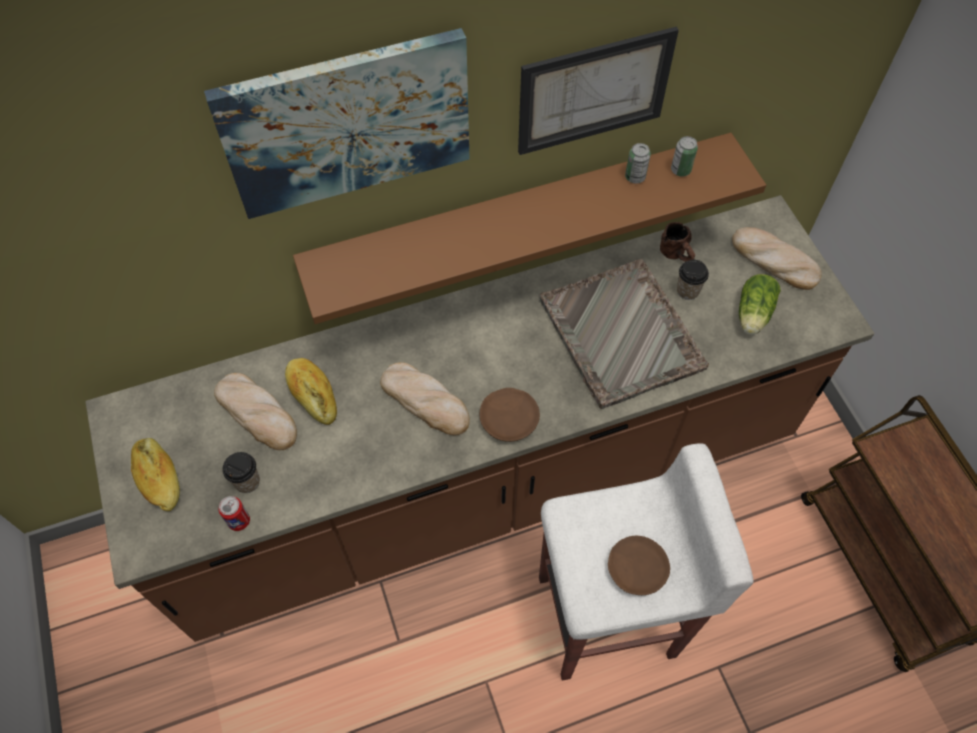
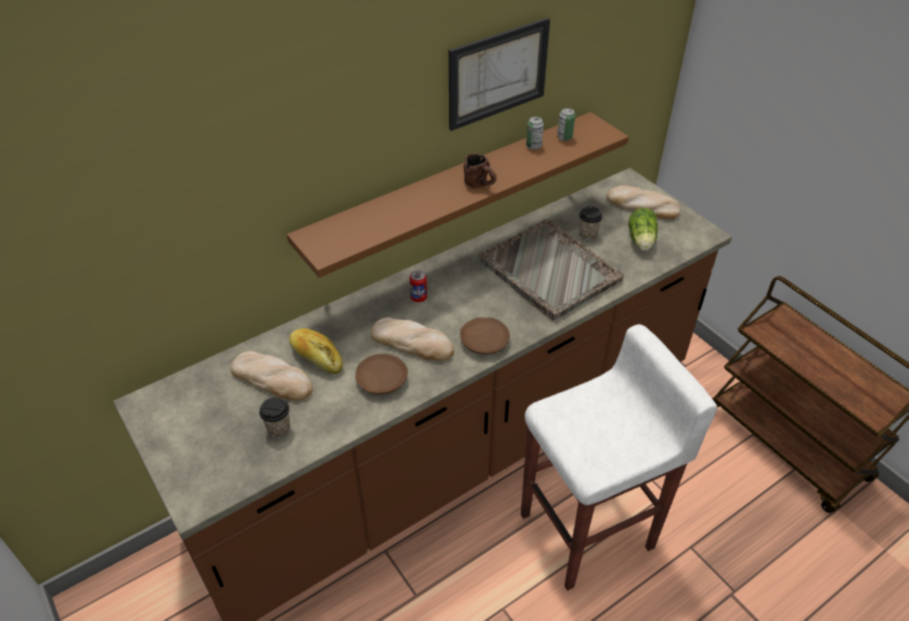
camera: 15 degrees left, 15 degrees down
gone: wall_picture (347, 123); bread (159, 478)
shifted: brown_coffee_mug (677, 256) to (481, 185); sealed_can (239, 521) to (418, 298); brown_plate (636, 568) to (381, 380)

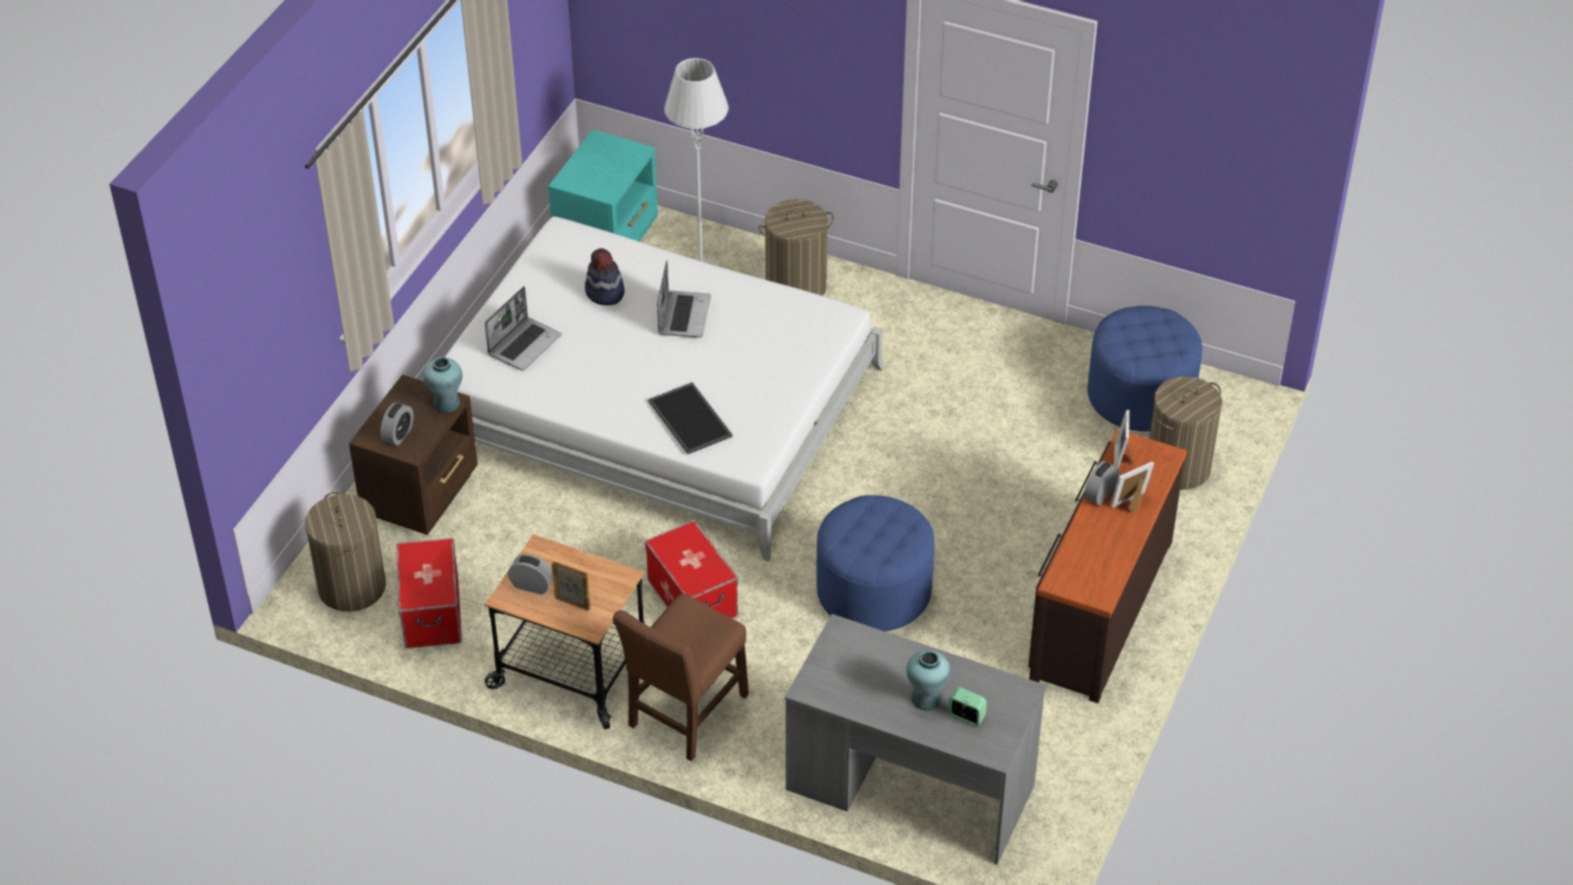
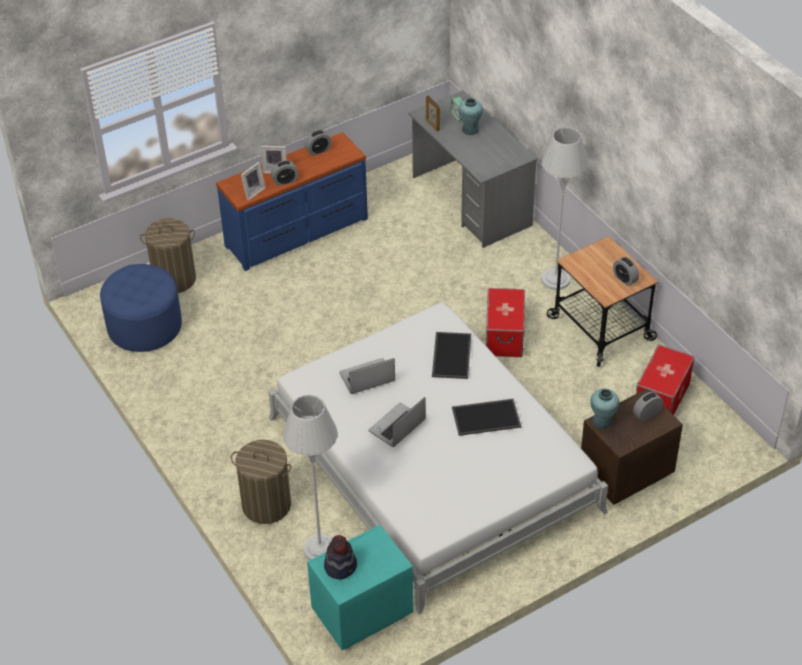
camera: 145 degrees left, 0 degrees up
gone: hamper (352, 587); blue_pouffe (874, 591)
new: table_clock (318, 151); tray (486, 416)
shifted: hat (604, 293) to (341, 566); portable_computer (524, 344) to (366, 378); standing_frame (572, 602) to (432, 125)
swapped: brown_plain_chair (685, 715) to grey_floor_lamp (555, 280)
repainted: brown_dresser (1099, 608) to blue_dresser (297, 233)

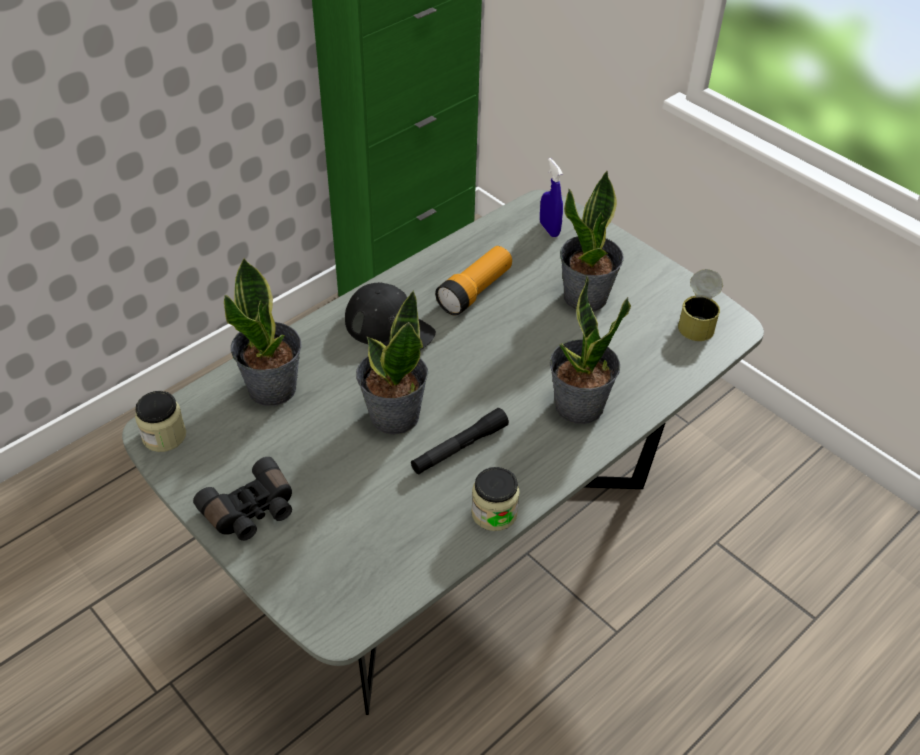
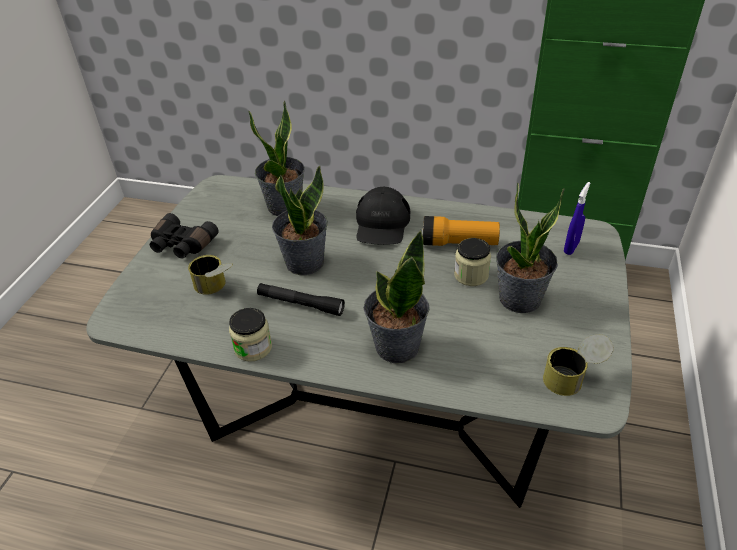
camera: 60 degrees right, 5 degrees down
new: sealed_can (215, 288)
shifted: storage_jar (164, 436) to (471, 275)

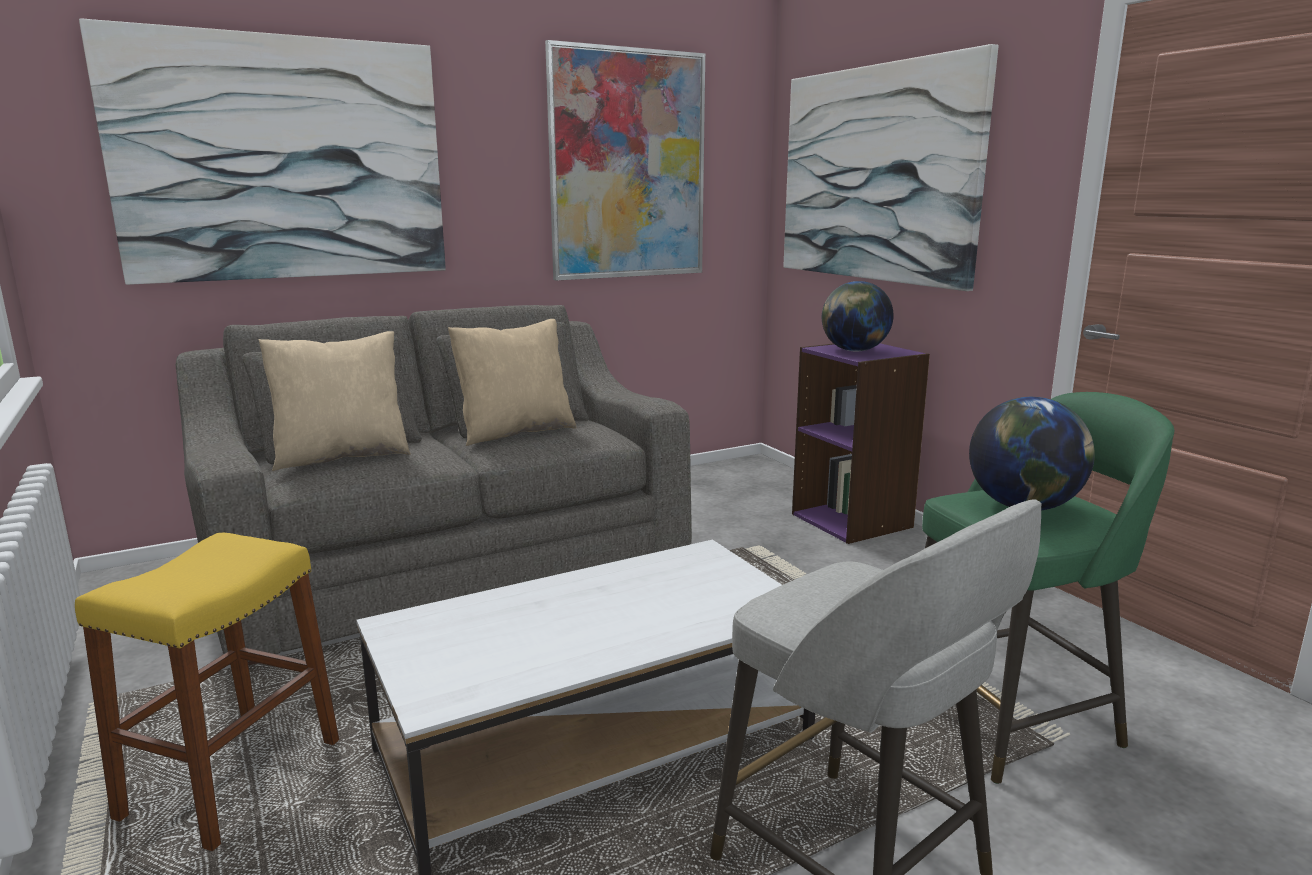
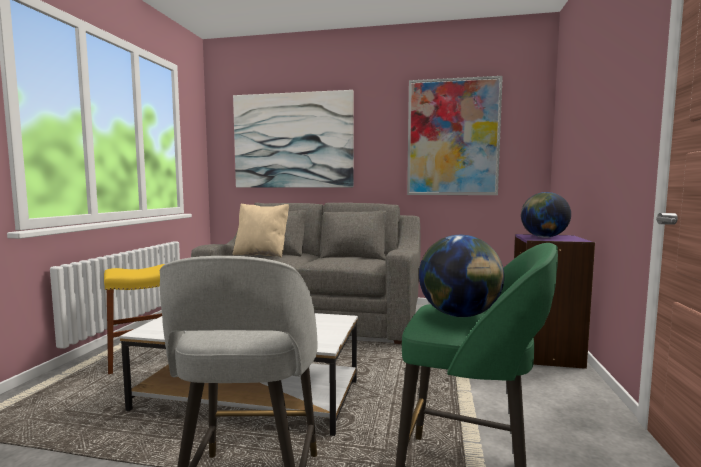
camera: 40 degrees right, 10 degrees down
gone: wall_picture (876, 174); beige-coloured_cushion (515, 432)

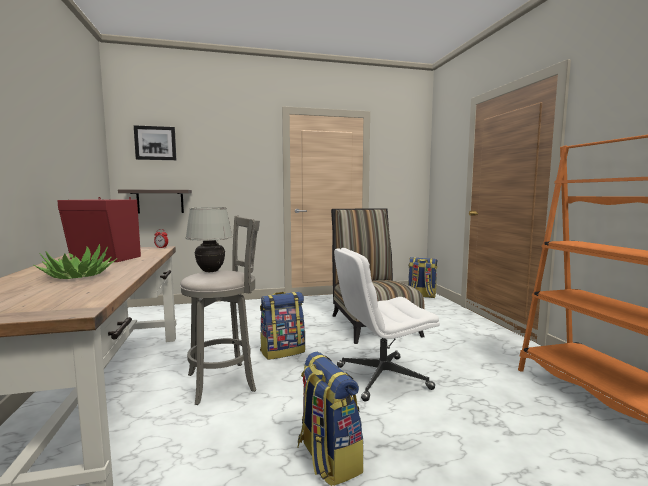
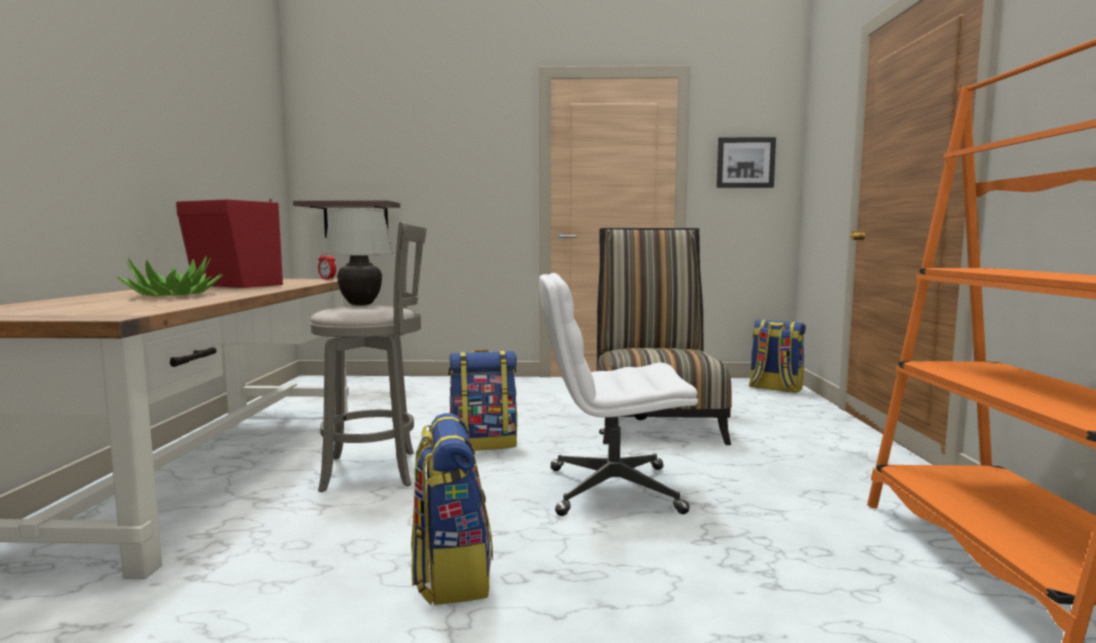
camera: 15 degrees right, 0 degrees up
shifted: wall_picture (155, 143) to (745, 163)

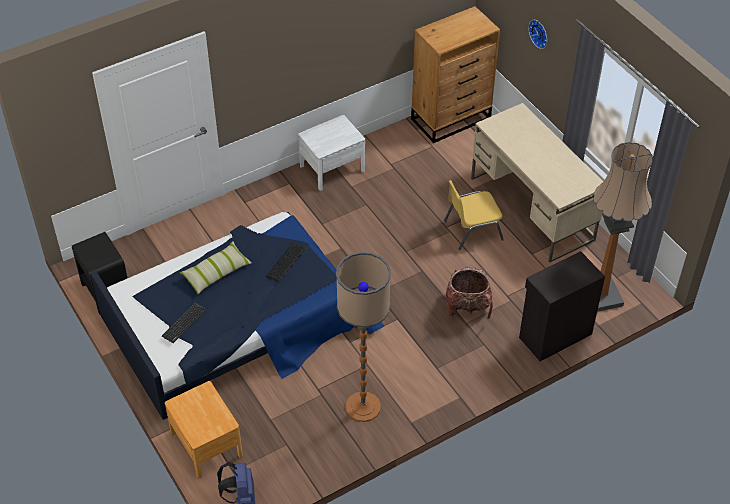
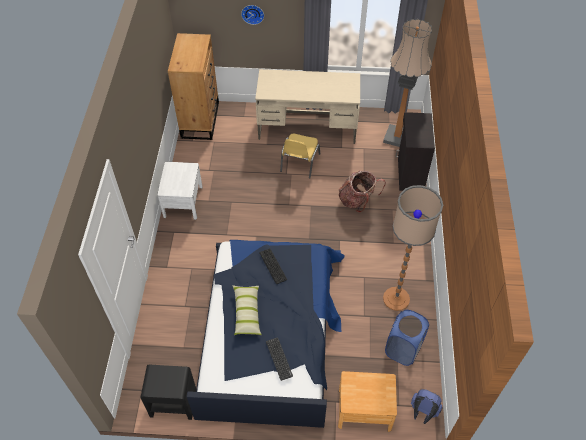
camera: 55 degrees left, 5 degrees up
new: blue_hamper (403, 349)

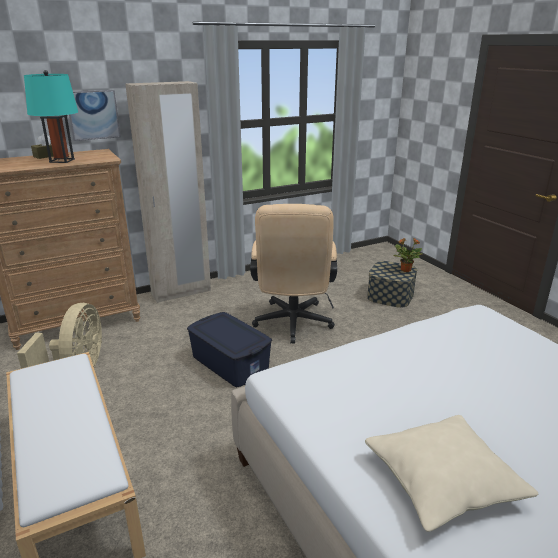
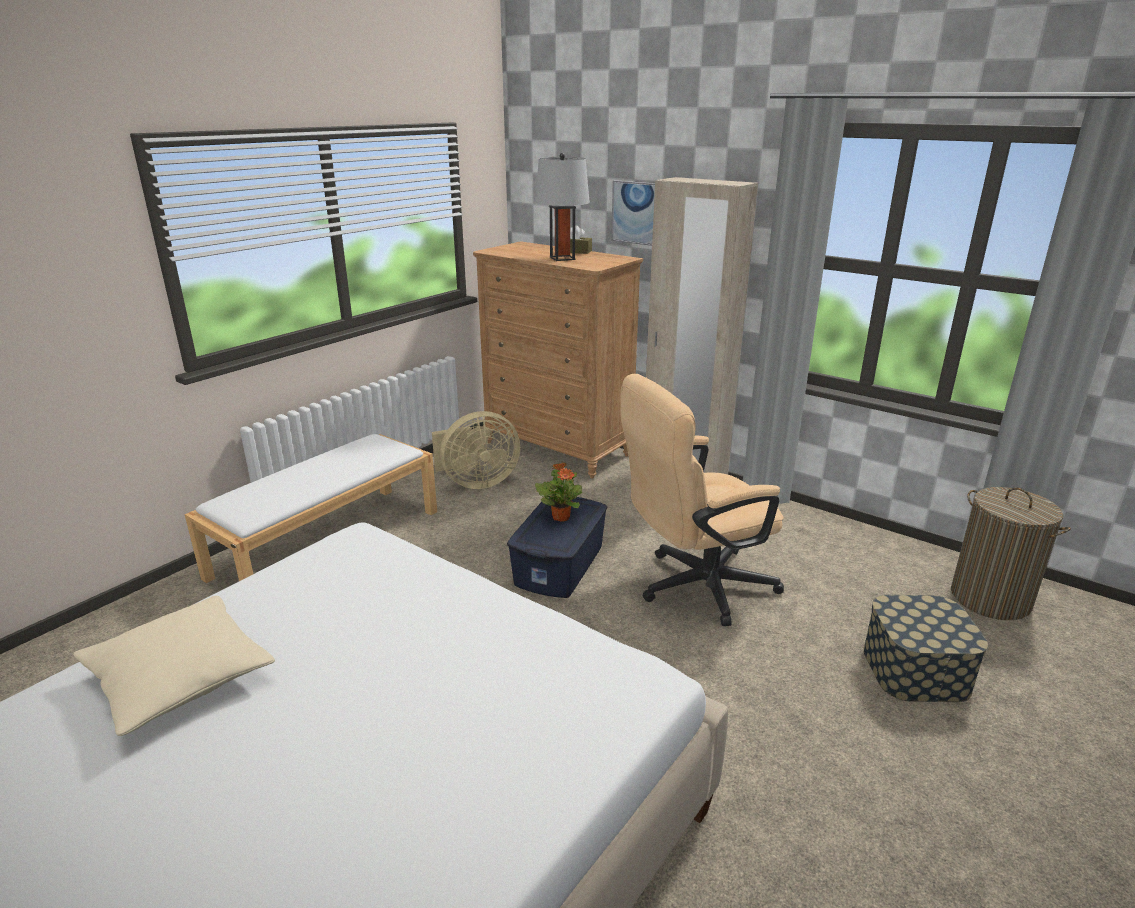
camera: 65 degrees right, 0 degrees up
new: hamper (990, 598)
shifted: plant_in_a_pot (405, 270) to (561, 517)
repainted: turquoise-coloured_tabletop_lamp (62, 161) to grey_tabletop_lamp (562, 258)

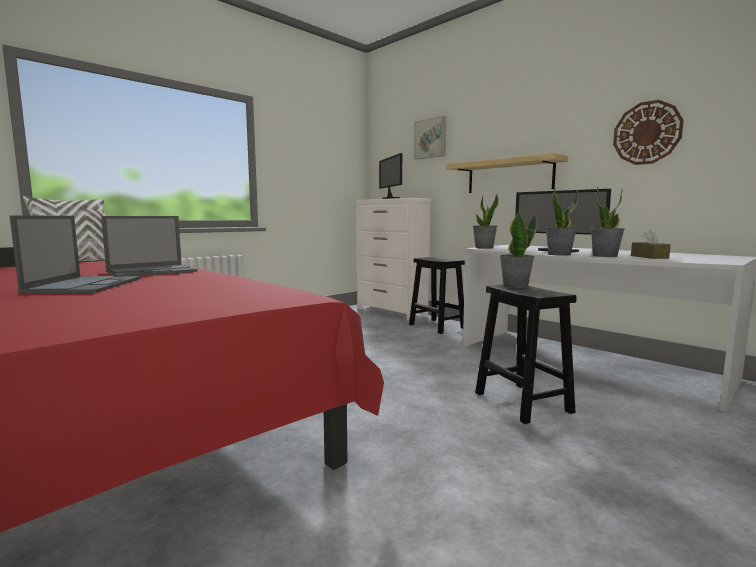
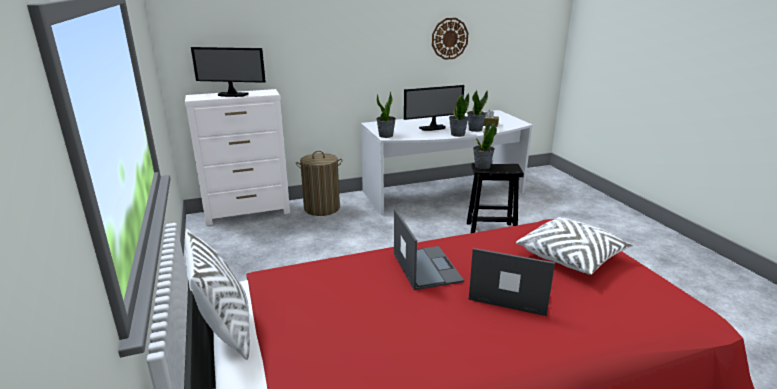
camera: 65 degrees left, 15 degrees up
gone: wall_picture (431, 138); wall_shelf (509, 176)
new: white-coloured_cushion (571, 257)
swapped: black_stool (437, 326) to hamper (322, 208)

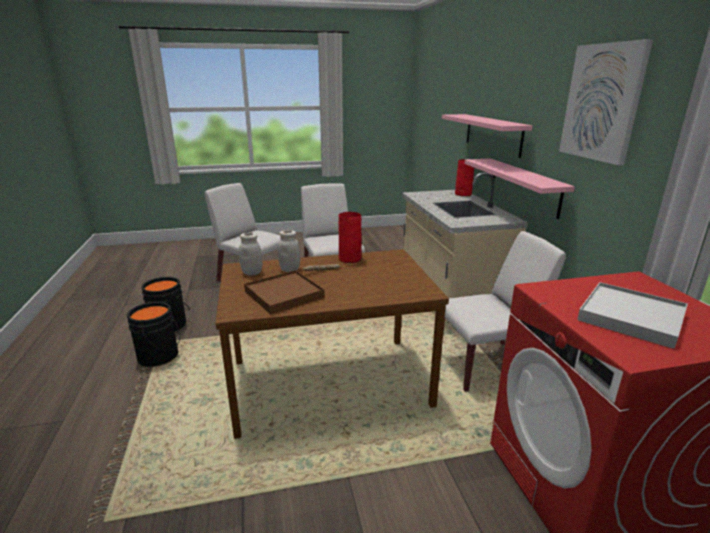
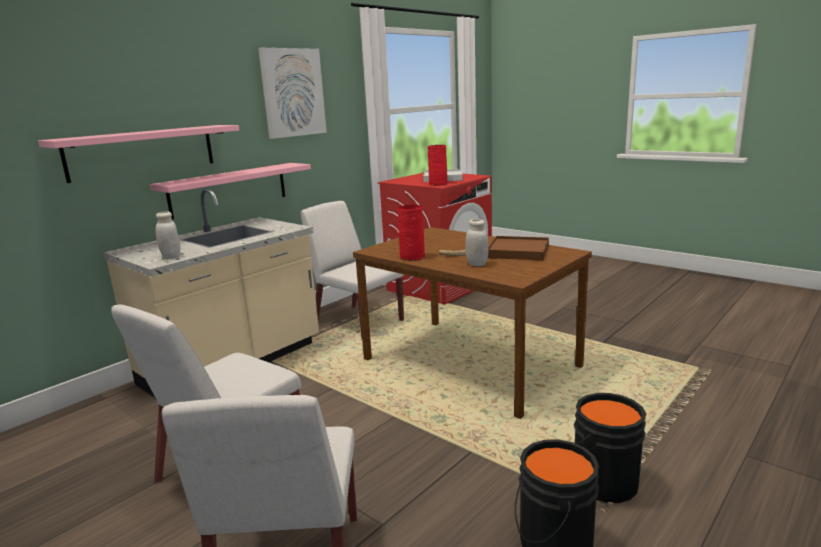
camera: 125 degrees left, 5 degrees down
shifted: red_decorative_vase (462, 194) to (438, 184); white-coloured_storage_jar (252, 273) to (171, 257)

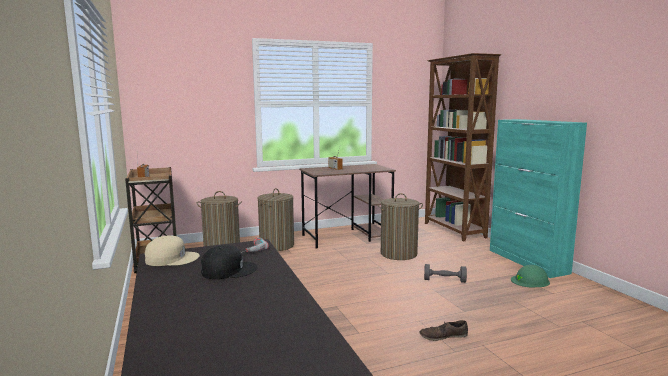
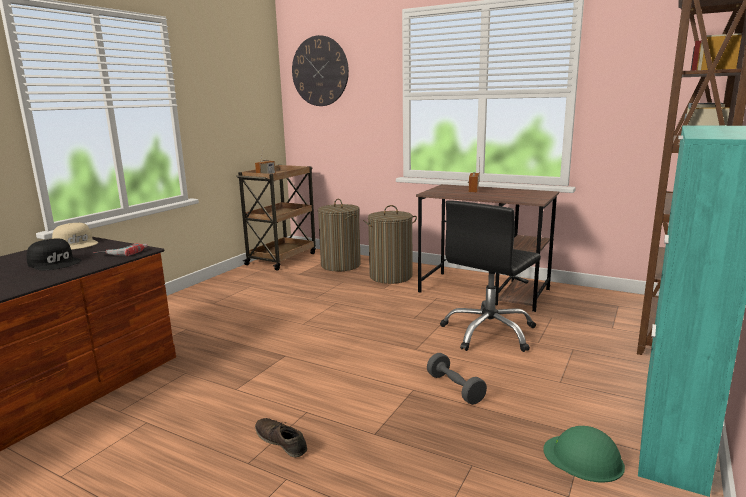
camera: 50 degrees right, 5 degrees up
new: wall_clock (320, 71)
swapped: hamper (398, 254) to black_office_chair (489, 333)

